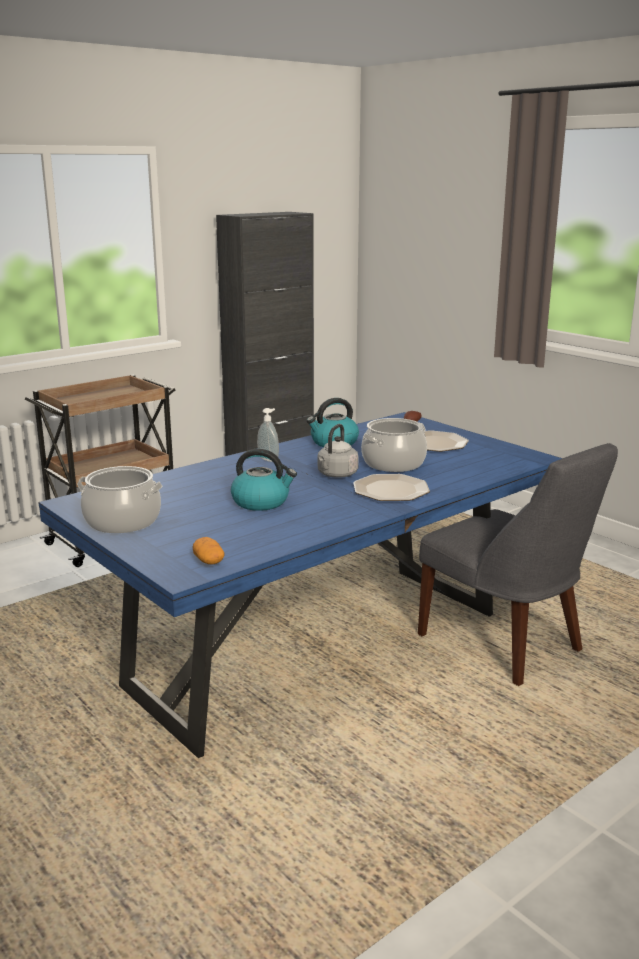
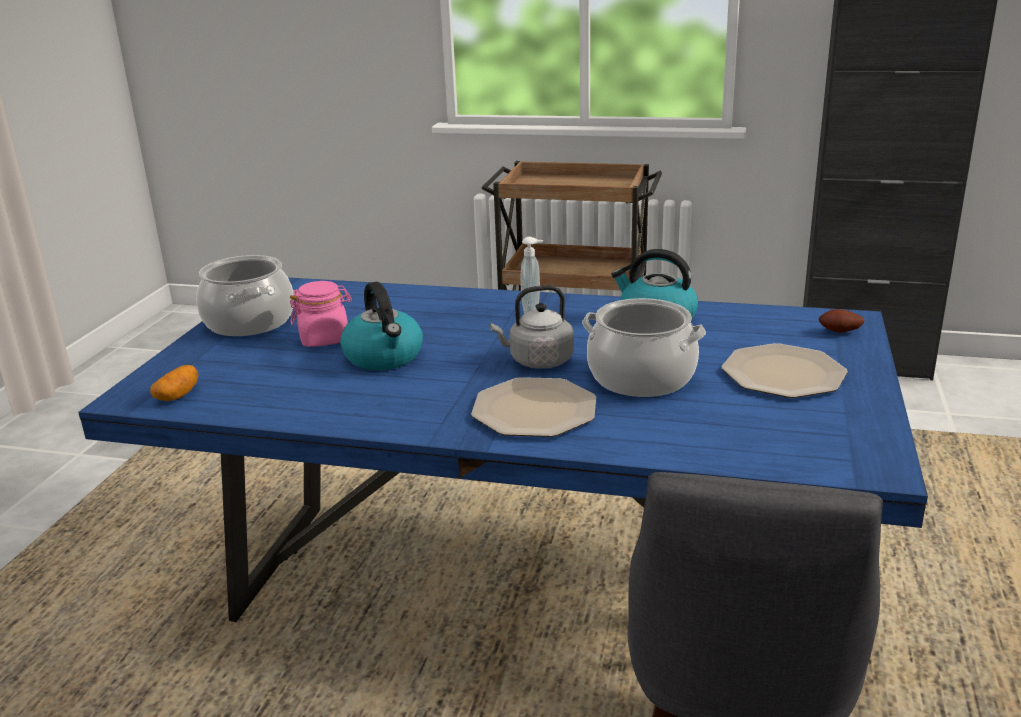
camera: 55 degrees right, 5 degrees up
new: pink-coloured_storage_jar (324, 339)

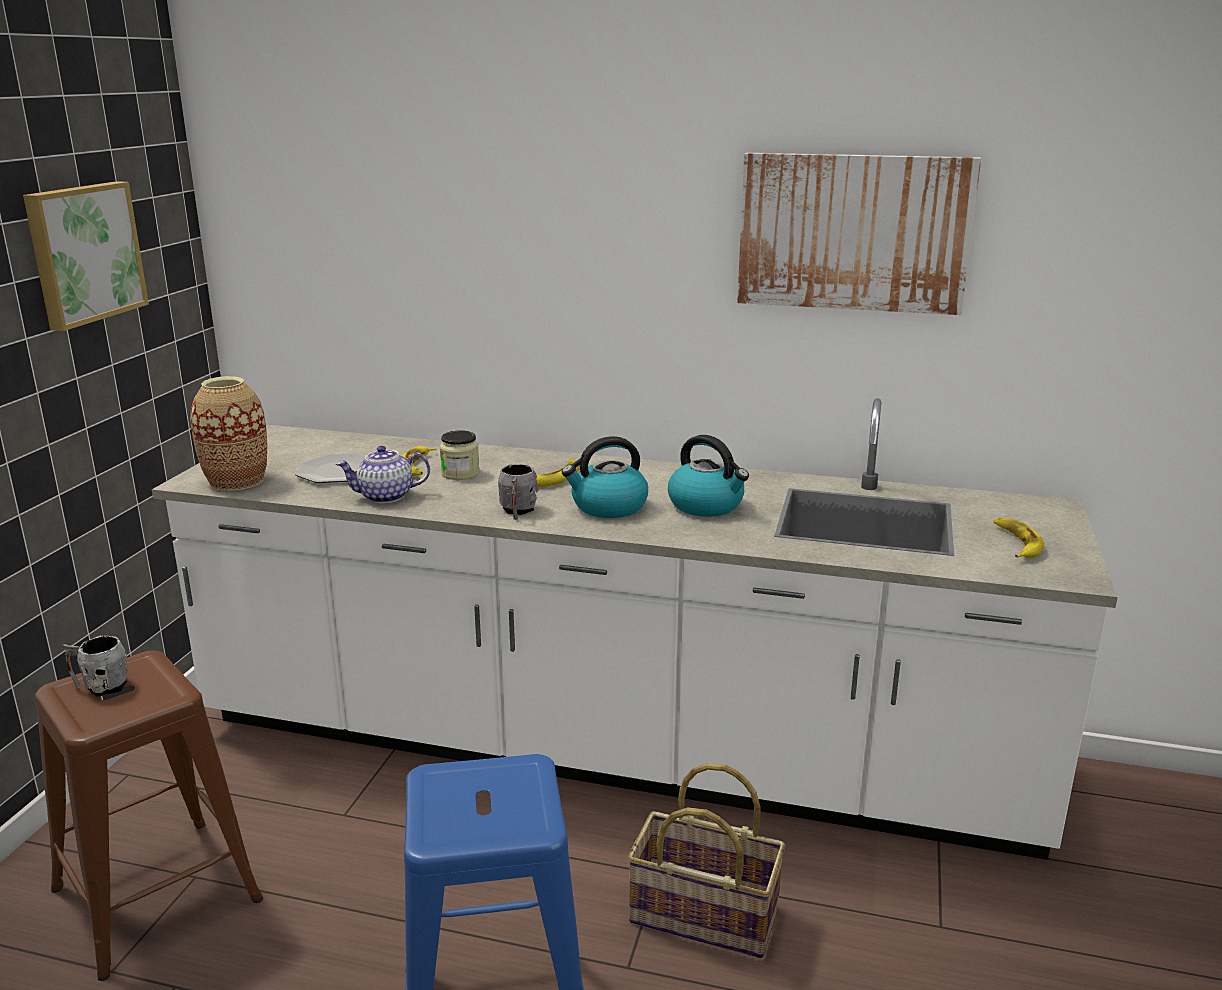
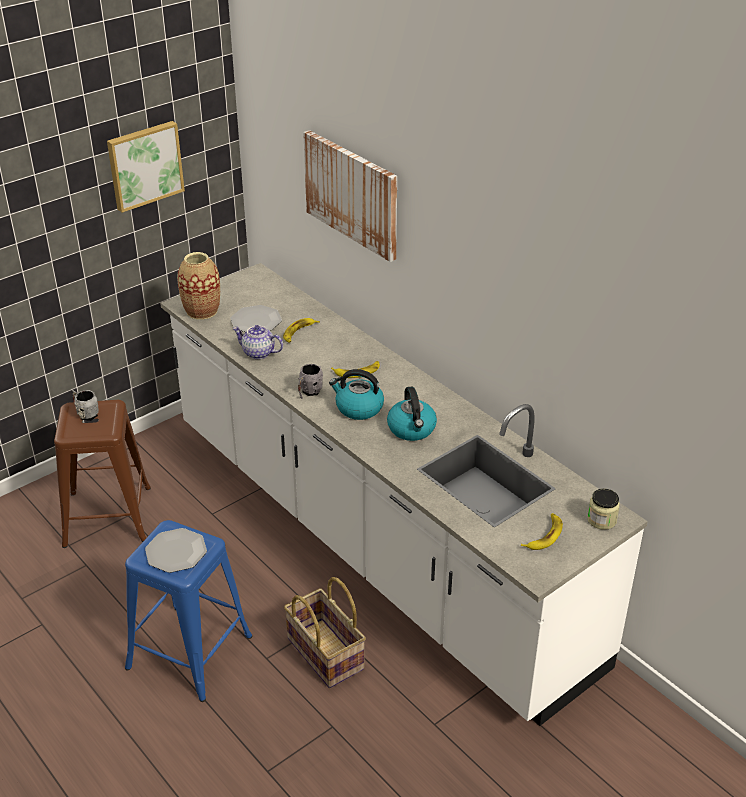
camera: 35 degrees right, 15 degrees up
new: plate (176, 552)
shifted: wall_picture (853, 232) to (352, 194); storage_jar (460, 473) to (601, 520)

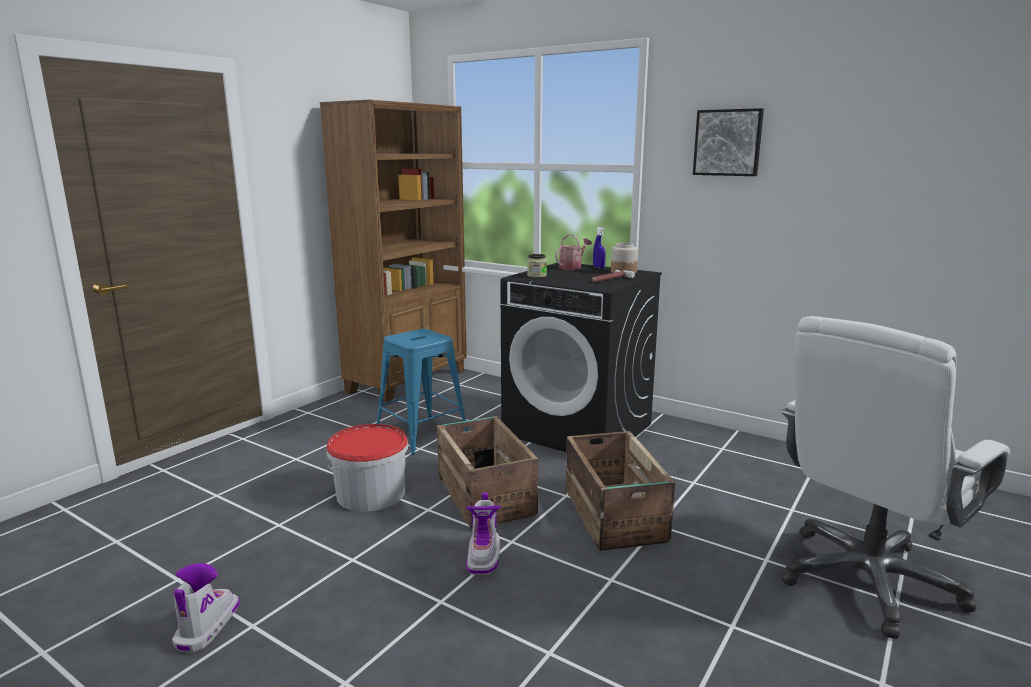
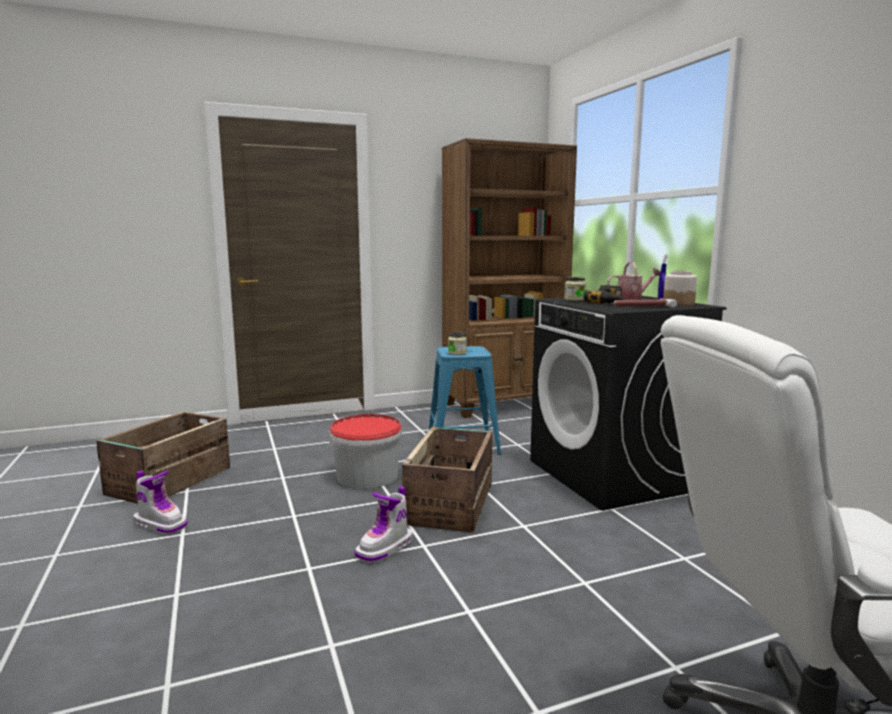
camera: 35 degrees right, 5 degrees down
gone: wall_picture (728, 142)
new: power_drill (610, 302); storage_jar (457, 353)
shifted: shipping_crate (614, 516) to (168, 482)
rotated: high-top_boot (206, 627) = (161, 524) 75 degrees clockwise

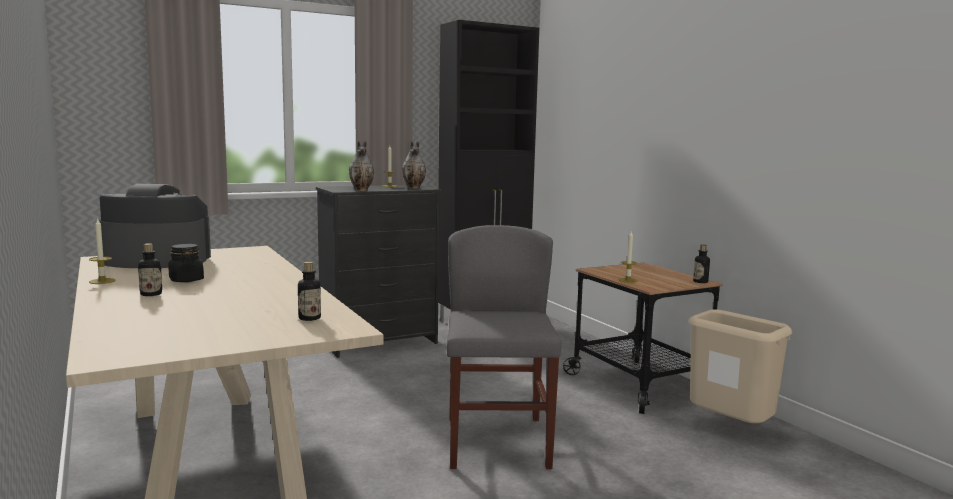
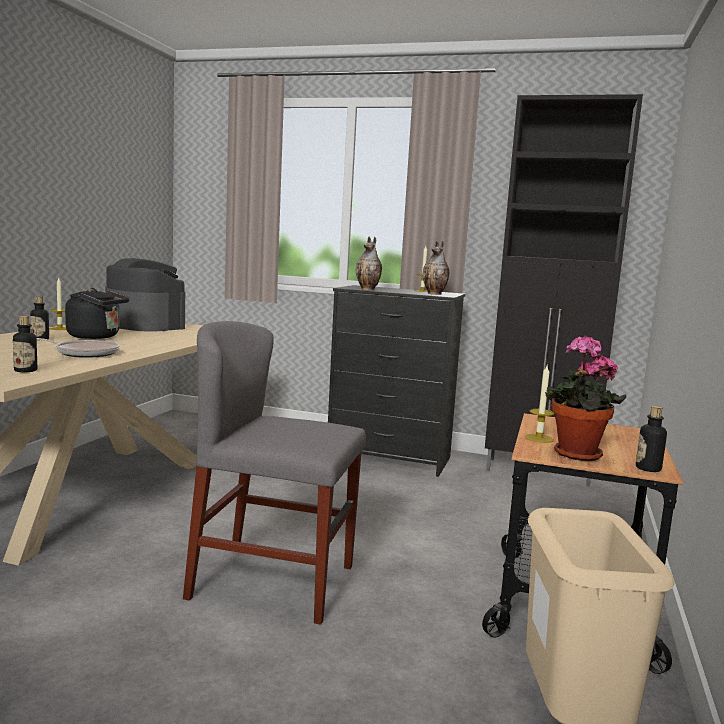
camera: 45 degrees right, 0 degrees up
new: plant_in_a_pot (575, 455); pan (84, 353)
swapped: black_storage_jar (186, 280) to black_tea_kettle (97, 337)
rotated: grey_plain_chair (497, 442) = (273, 581) 120 degrees counterclockwise

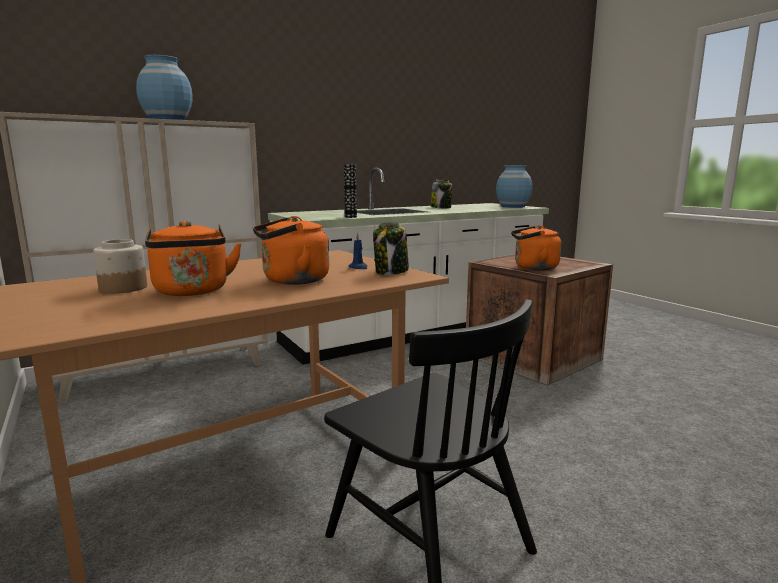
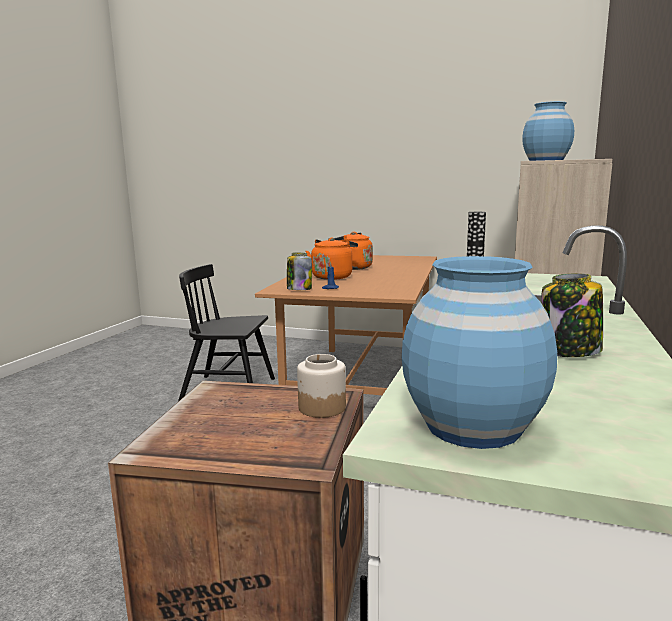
camera: 140 degrees right, 0 degrees up
gone: orange_tea_kettle (533, 268)
shifted: storage_jar (123, 288) to (322, 407)

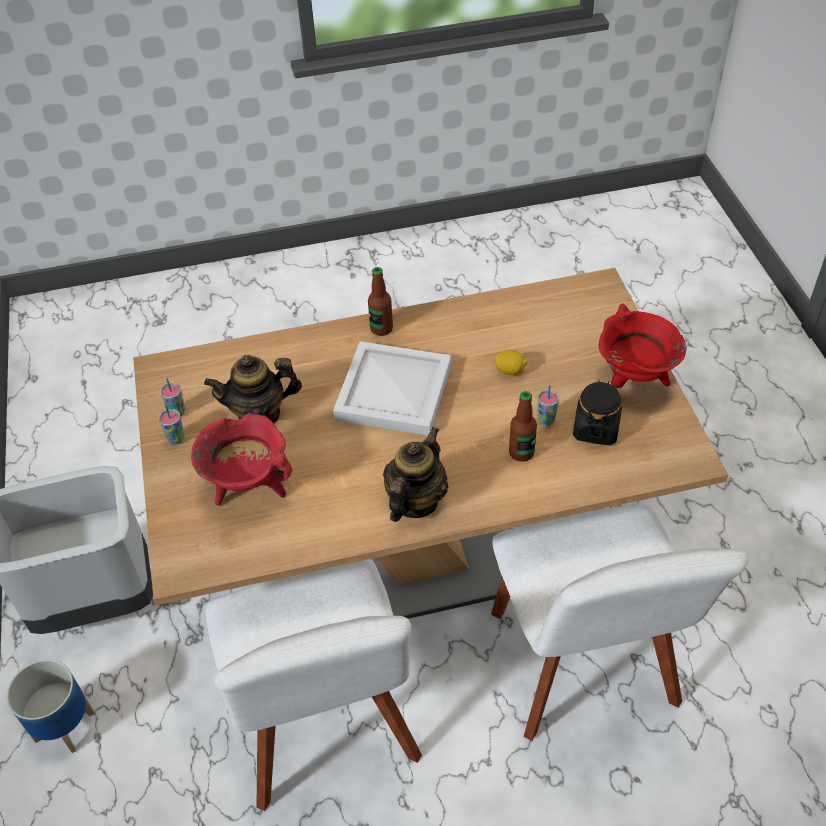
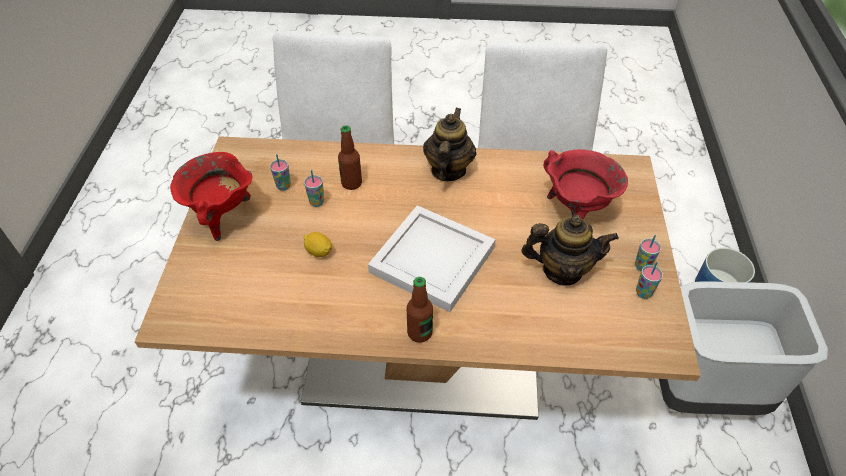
camera: 165 degrees left, 0 degrees up
swapped: black_storage_jar (596, 428) to small_cup (283, 186)
rotated: pot_for_tea (415, 501) = (448, 170) 150 degrees clockwise

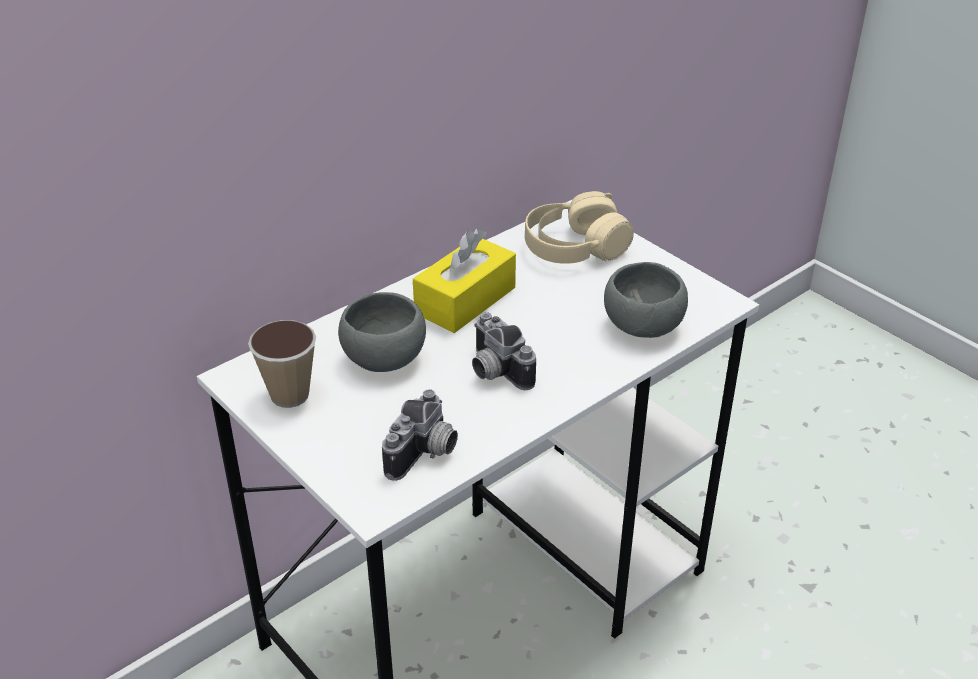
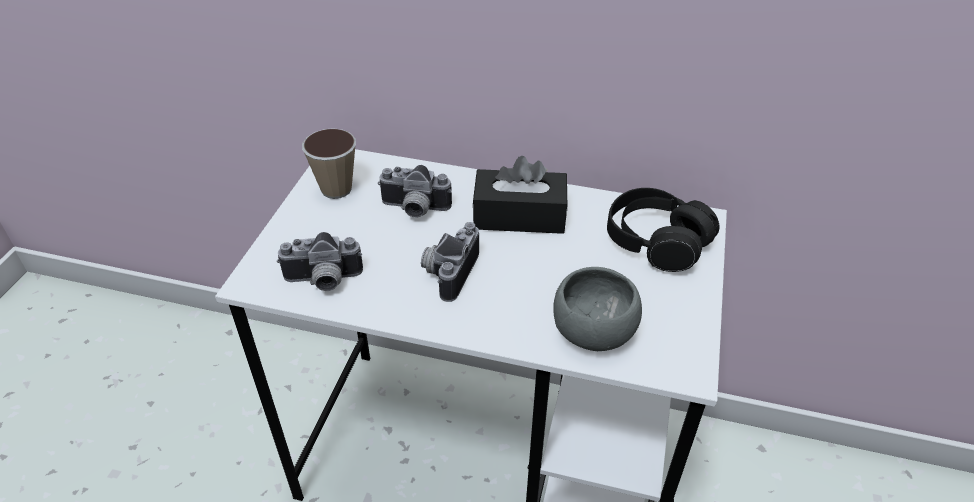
camera: 55 degrees right, 5 degrees up
swapped: grey_serving_bowl (384, 357) to still_camera (414, 209)
repainted: beige-coloured_headphones (575, 248) to black_headphones (656, 241); yellowish_tissue_box (465, 300) to black_tissue_box (519, 216)

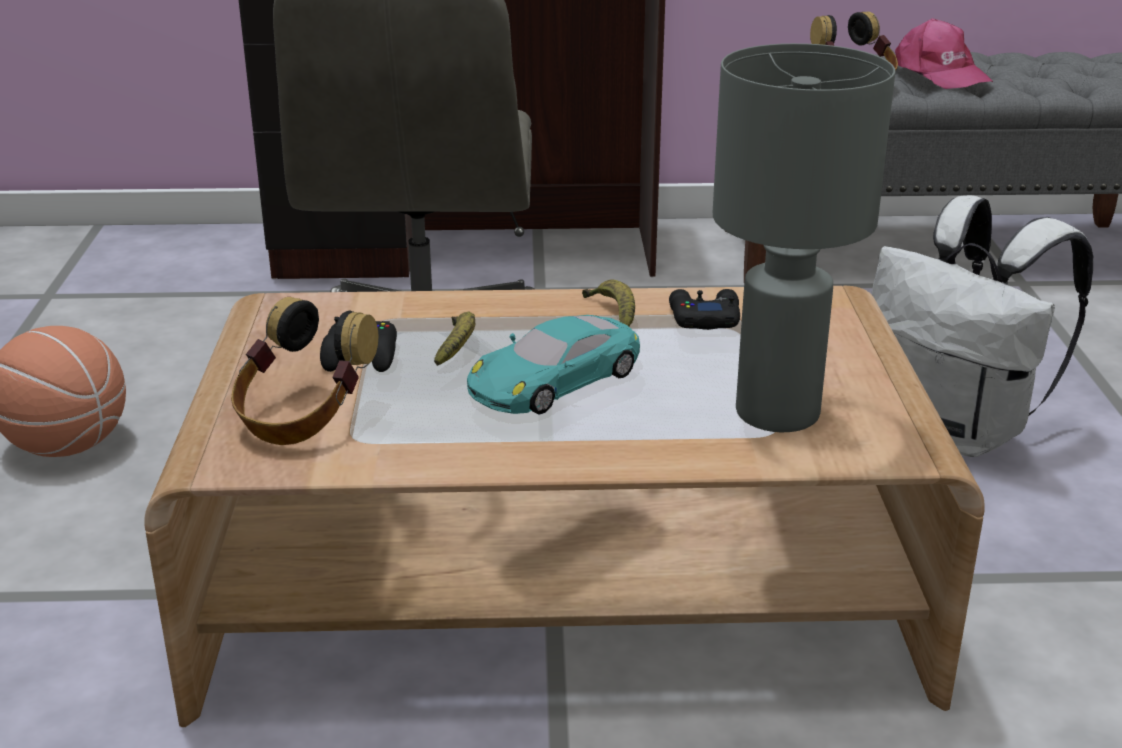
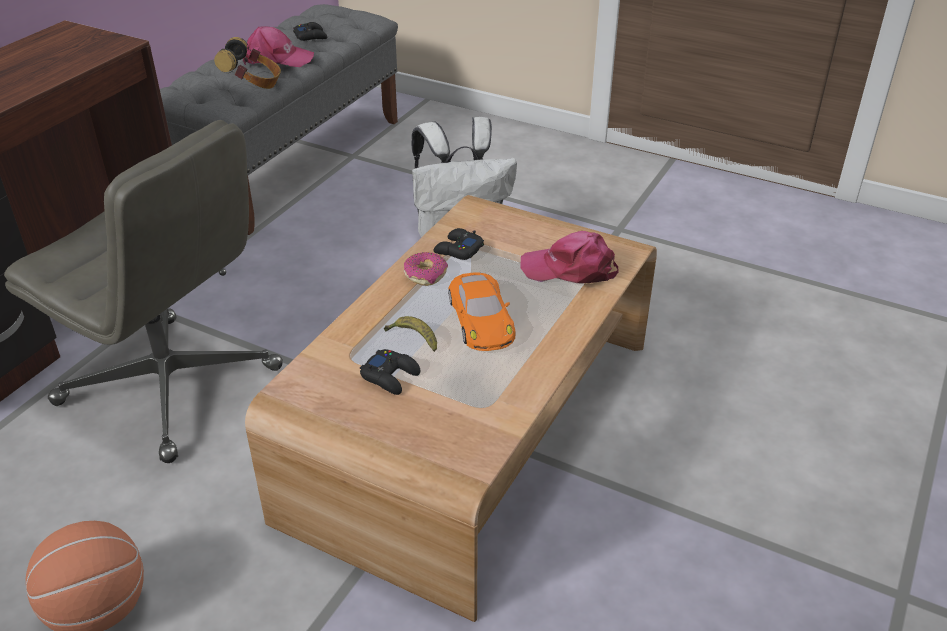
camera: 60 degrees left, 10 degrees up
gone: headphones (303, 418)
new: black_game_controller (311, 36)
swapped: grey_tabletop_lamp (776, 414) to pink-coloured_cap (570, 269); whole_banana (613, 314) to doughnut (425, 274)
repainted: turquoise-coloured_toy_car (555, 380) to orange_toy_car (481, 319)

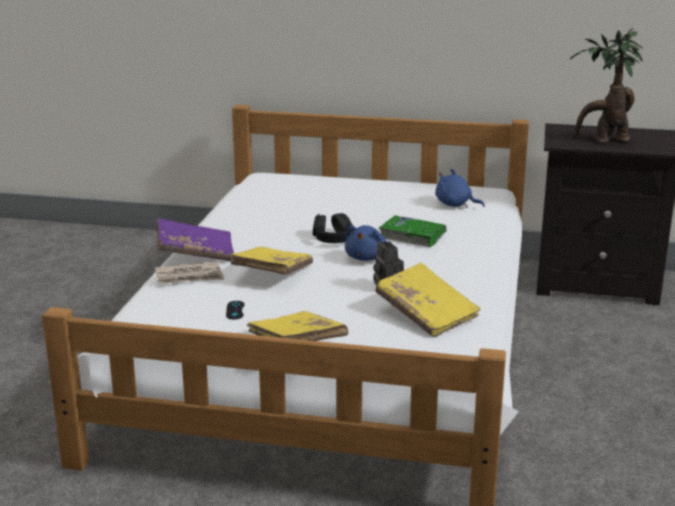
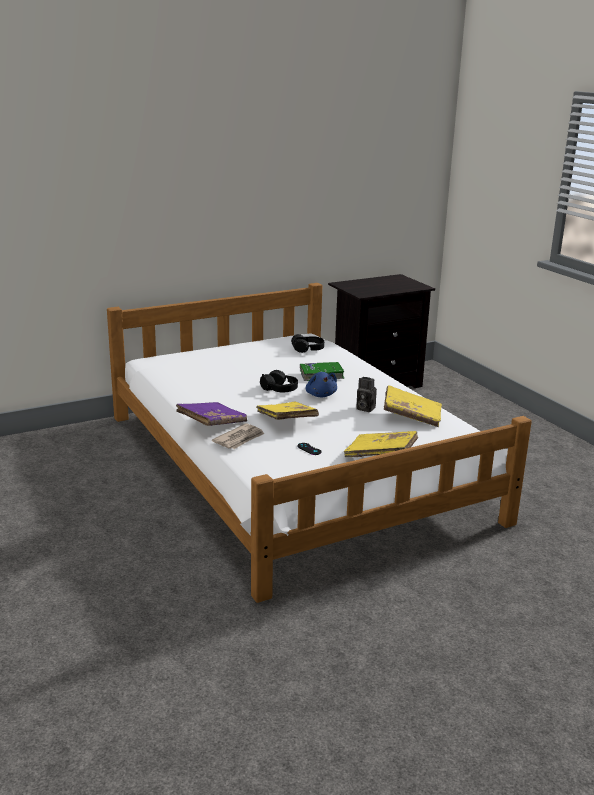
camera: 40 degrees left, 0 degrees up
gone: plant_in_a_pot (605, 140)
swapped: blue_cuddly_toy (455, 205) to black_headphones (308, 349)

